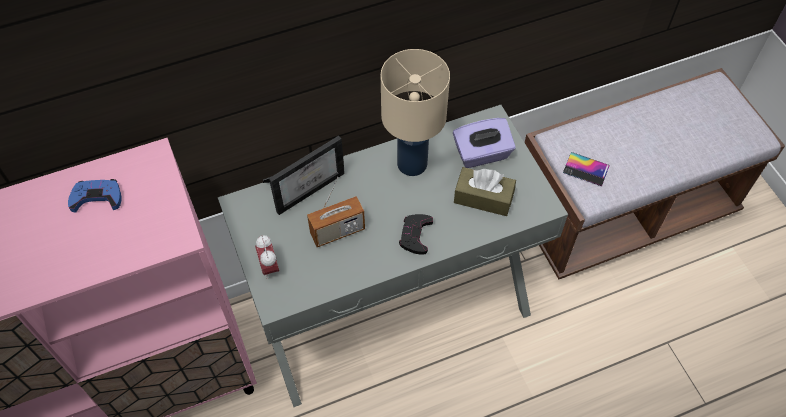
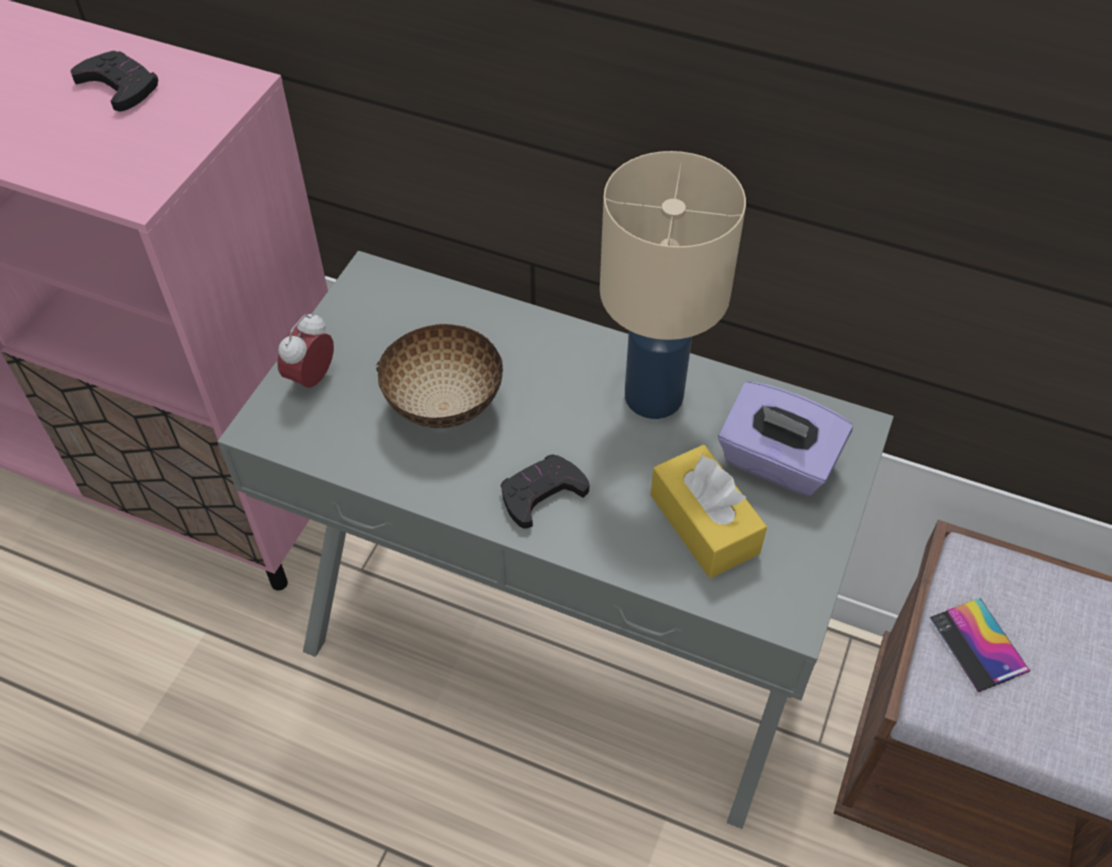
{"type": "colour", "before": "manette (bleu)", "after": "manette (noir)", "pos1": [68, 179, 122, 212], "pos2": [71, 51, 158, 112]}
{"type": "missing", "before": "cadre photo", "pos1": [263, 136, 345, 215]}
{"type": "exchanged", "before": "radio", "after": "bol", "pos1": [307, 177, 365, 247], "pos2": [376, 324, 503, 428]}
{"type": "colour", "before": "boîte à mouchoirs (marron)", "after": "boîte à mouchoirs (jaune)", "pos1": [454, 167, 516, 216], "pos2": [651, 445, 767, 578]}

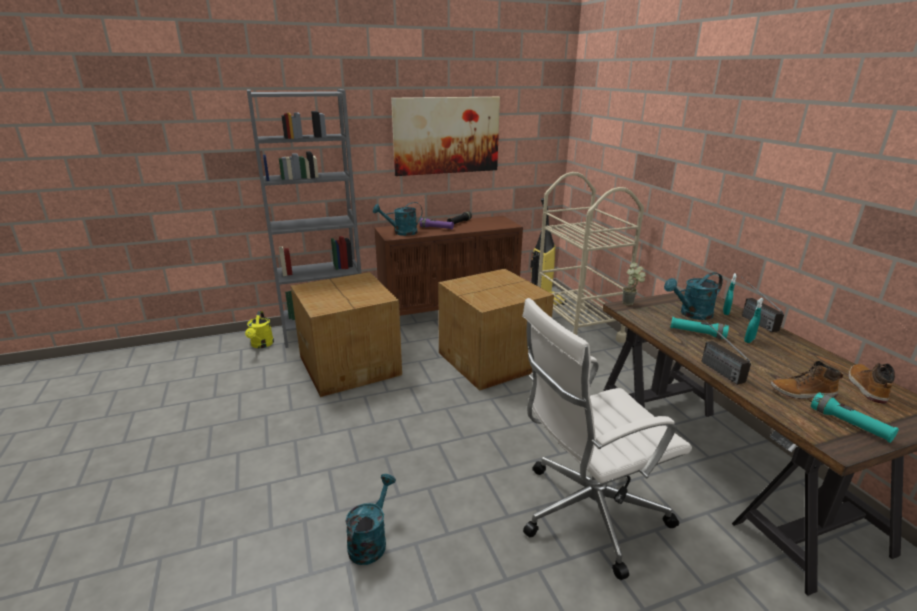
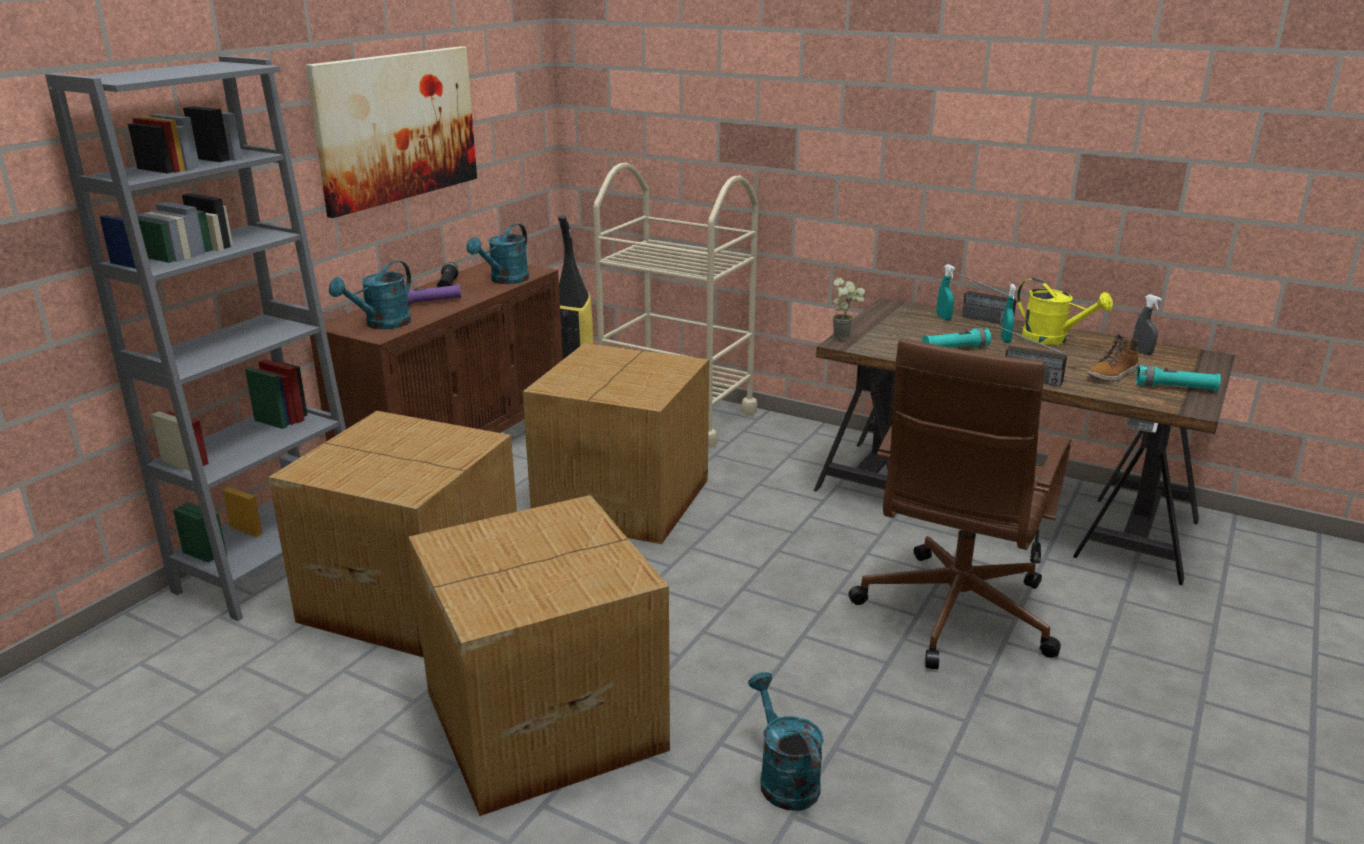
{"type": "relocated", "before": "arrosoir (jaune)", "pos1": [245, 311, 274, 348], "pos2": [1017, 278, 1113, 345]}
{"type": "colour", "before": "chaise de bureau (blanc)", "after": "chaise de bureau (marron)", "pos1": [522, 298, 692, 580], "pos2": [848, 338, 1072, 669]}
{"type": "relocated", "before": "arrosoir (turquoise)", "pos1": [664, 272, 723, 320], "pos2": [466, 224, 529, 284]}
{"type": "exchanged", "before": "botte", "after": "vaporisateur (gris)", "pos1": [848, 363, 895, 404], "pos2": [1133, 294, 1162, 355]}
{"type": "appeared", "after": "carton", "pos2": [409, 495, 670, 816]}

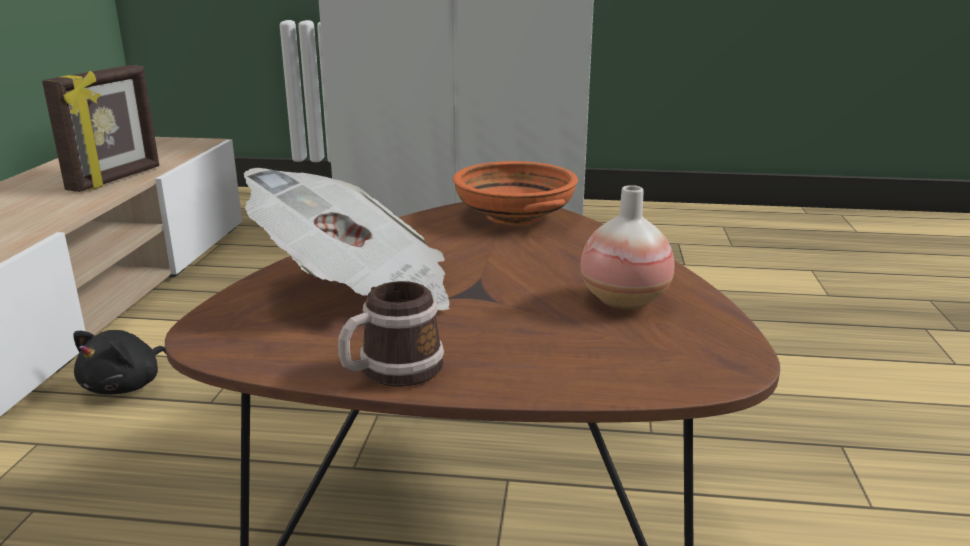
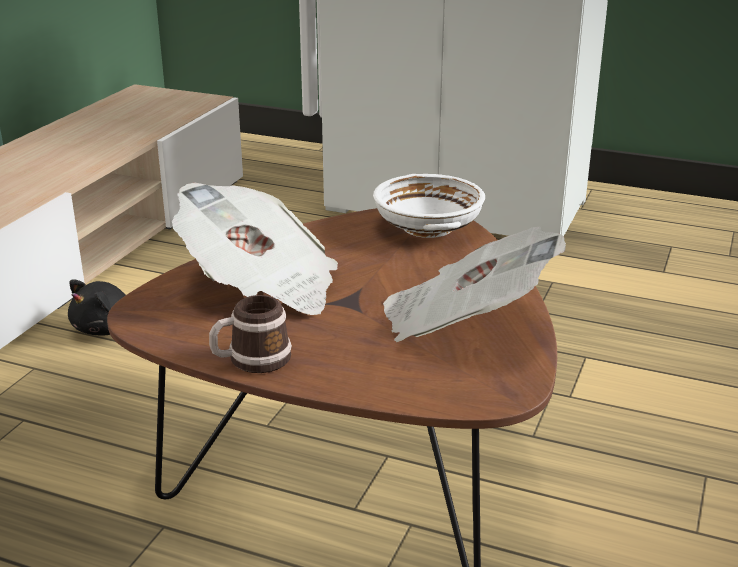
{"type": "missing", "before": "cadre photo", "pos1": [42, 65, 159, 192]}
{"type": "colour", "before": "bol (orange)", "after": "bol (blanc)", "pos1": [453, 161, 578, 225], "pos2": [373, 174, 485, 238]}
{"type": "exchanged", "before": "vase", "after": "journal", "pos1": [581, 185, 674, 309], "pos2": [383, 227, 566, 342]}

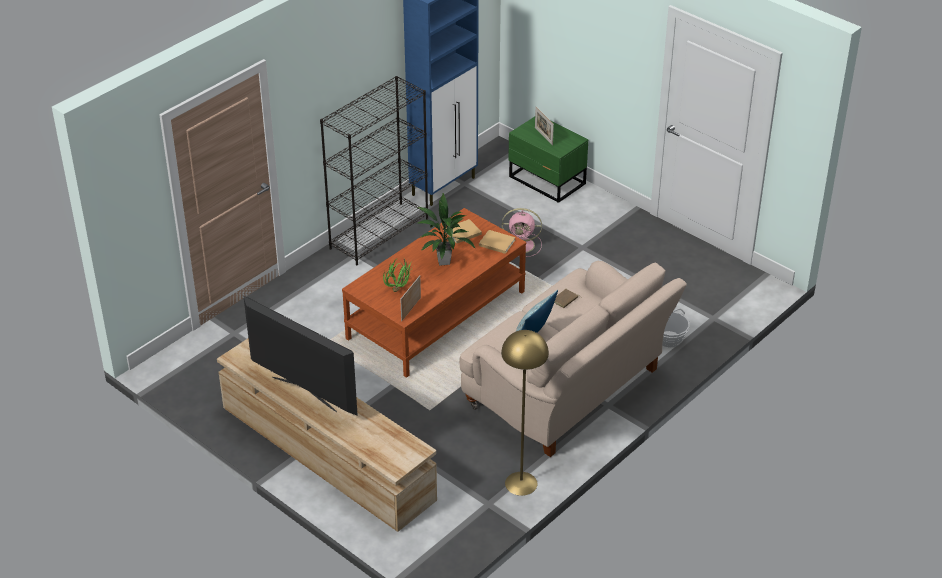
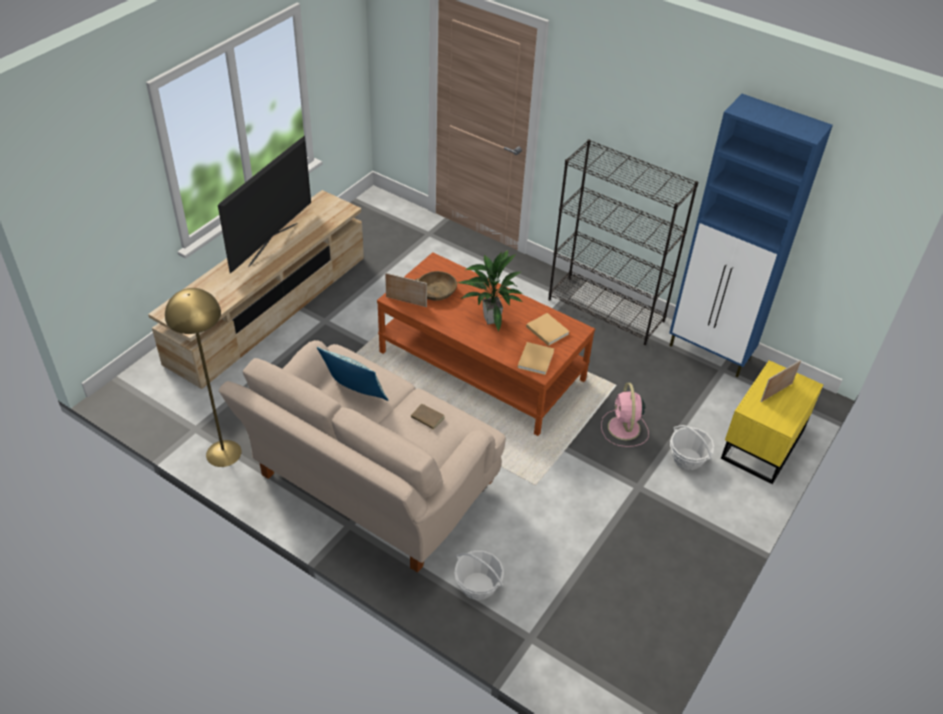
{"type": "exchanged", "before": "plante en pot", "after": "bol (marron)", "pos1": [383, 258, 411, 292], "pos2": [415, 271, 457, 301]}
{"type": "colour", "before": "table de chevet (vert)", "after": "table de chevet (jaune)", "pos1": [508, 117, 588, 203], "pos2": [721, 360, 823, 484]}
{"type": "appeared", "after": "panier", "pos2": [670, 425, 714, 470]}

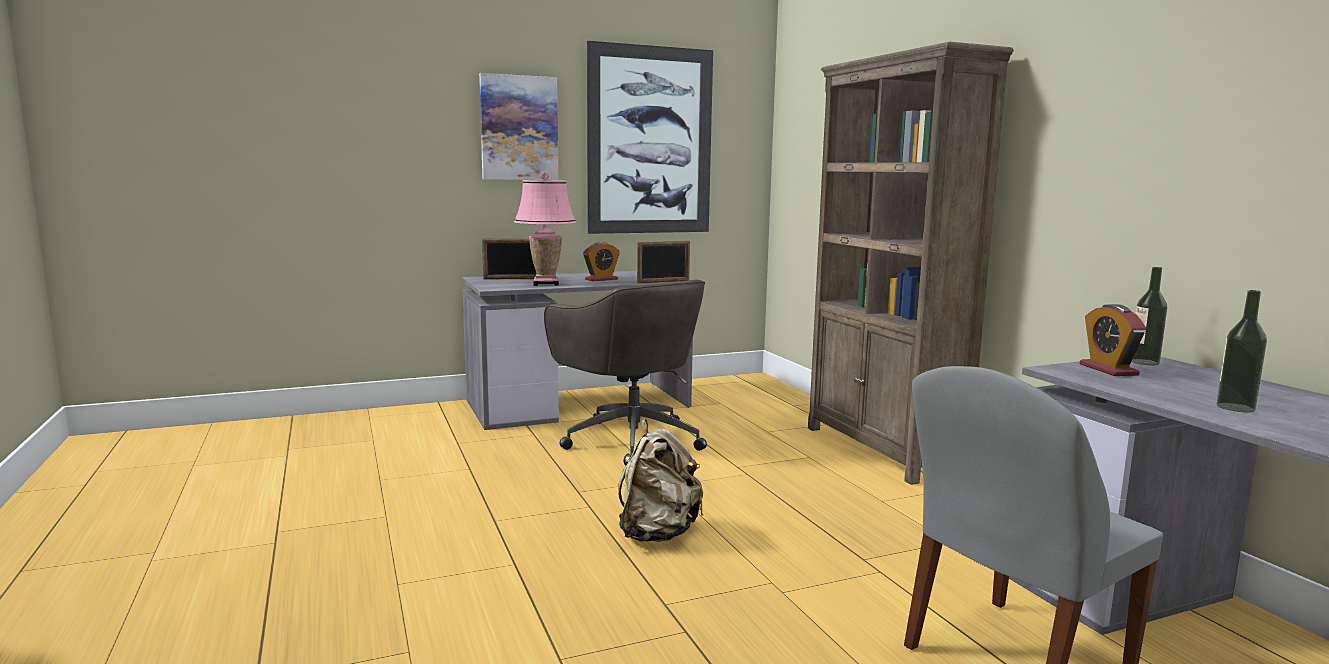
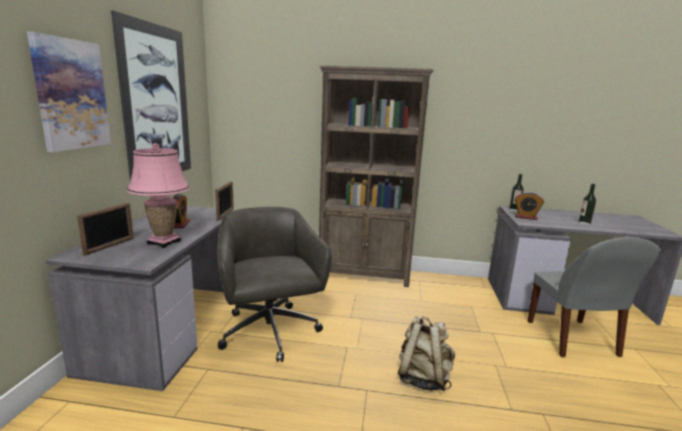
{"type": "spun", "before": "chaise de bureau (gris)", "pos1": [544, 279, 707, 465], "pos2": [217, 207, 332, 362], "turn": -105}

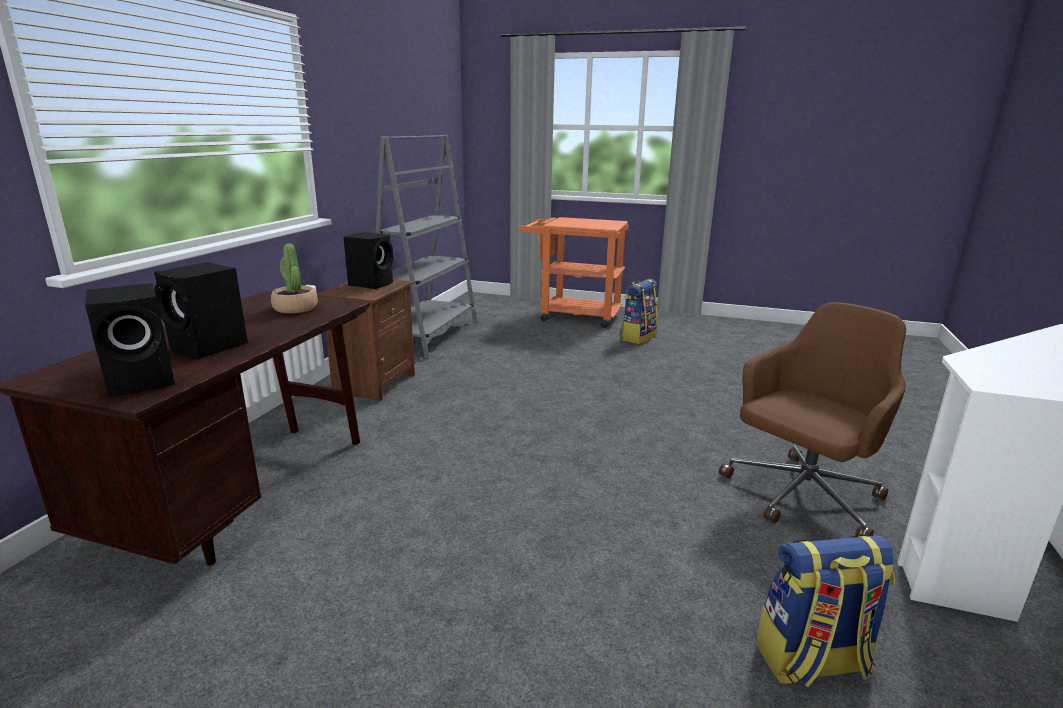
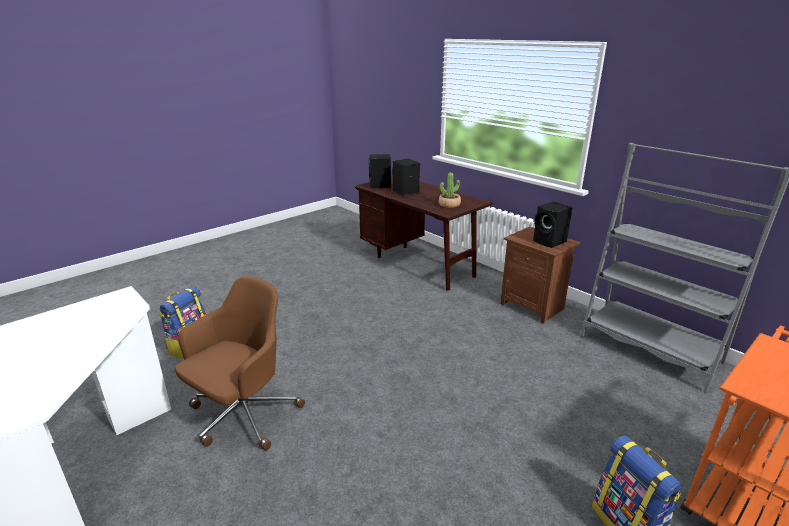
{"type": "spun", "before": "chaise de bureau (marron)", "pos1": [719, 302, 906, 536], "pos2": [175, 276, 305, 451], "turn": -135}

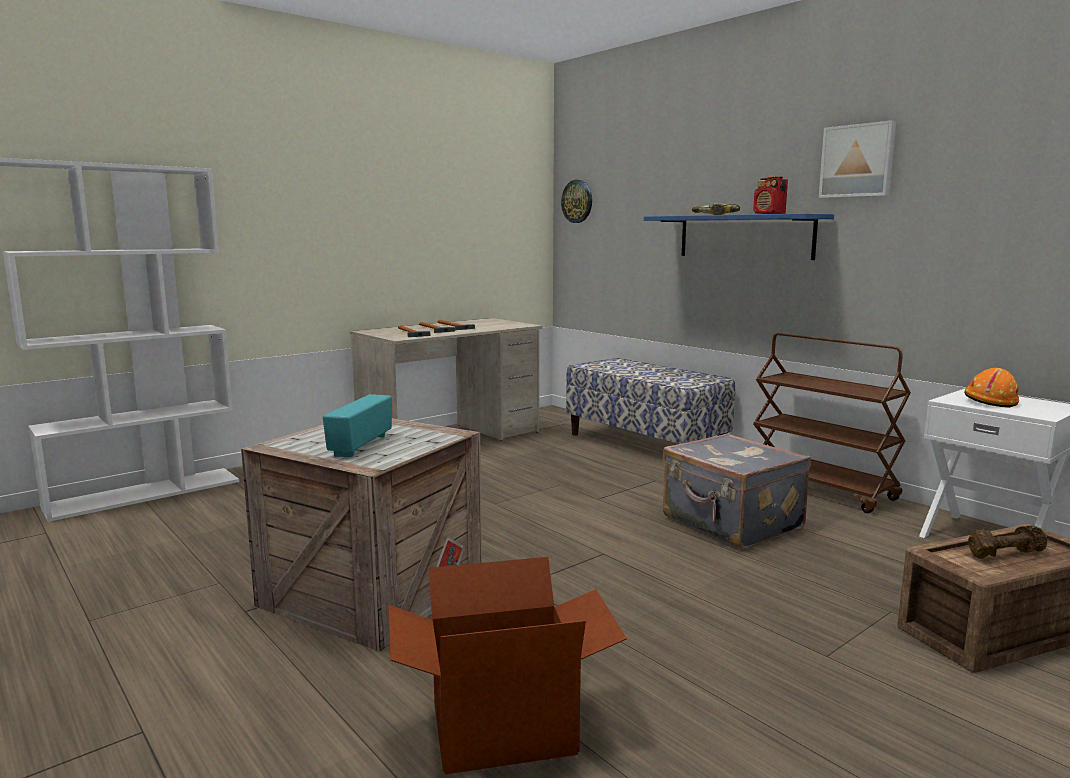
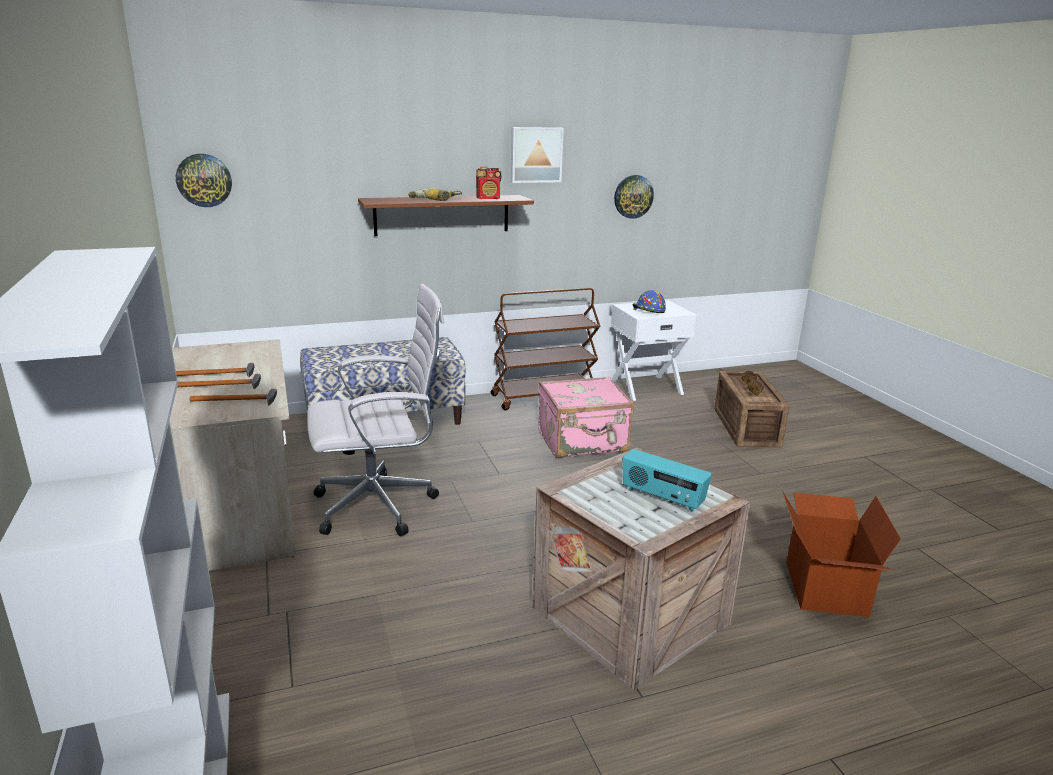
{"type": "colour", "before": "étagère (bleu)", "after": "étagère (marron)", "pos1": [644, 213, 834, 260], "pos2": [358, 195, 534, 236]}
{"type": "colour", "before": "valise (gris)", "after": "valise (rose)", "pos1": [662, 433, 811, 550], "pos2": [538, 376, 634, 458]}
{"type": "colour", "before": "casque de chantier (orange)", "after": "casque de chantier (bleu)", "pos1": [964, 368, 1019, 408], "pos2": [632, 290, 666, 313]}
{"type": "appeared", "after": "chaise de bureau (blanc)", "pos2": [307, 284, 444, 536]}
{"type": "appeared", "after": "horloge murale", "pos2": [614, 175, 654, 219]}

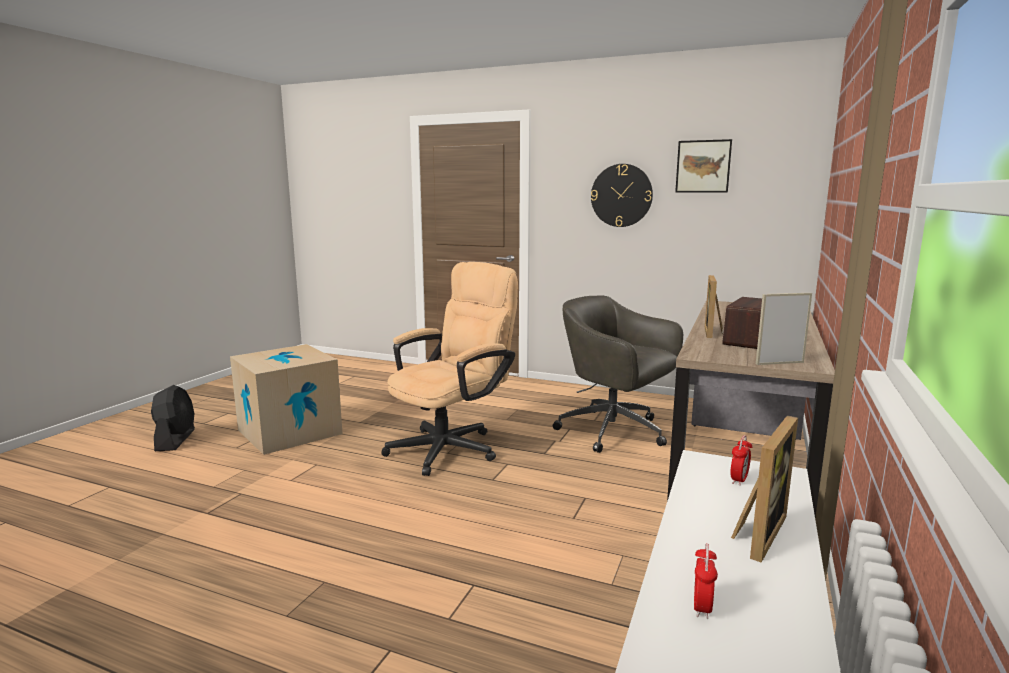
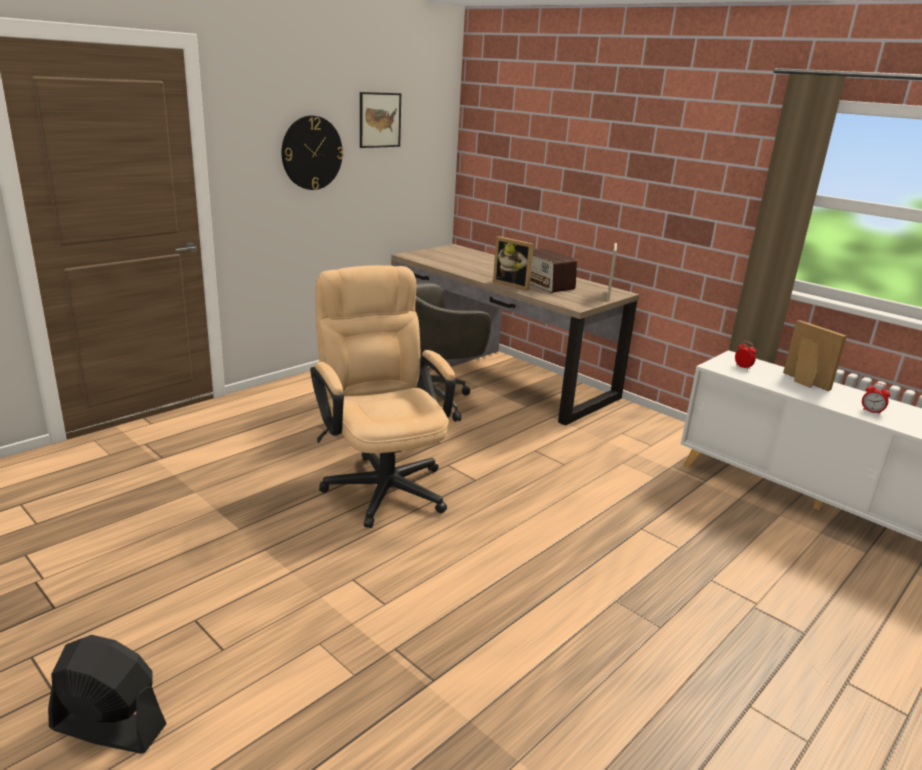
{"type": "missing", "before": "carton", "pos1": [230, 344, 343, 455]}

